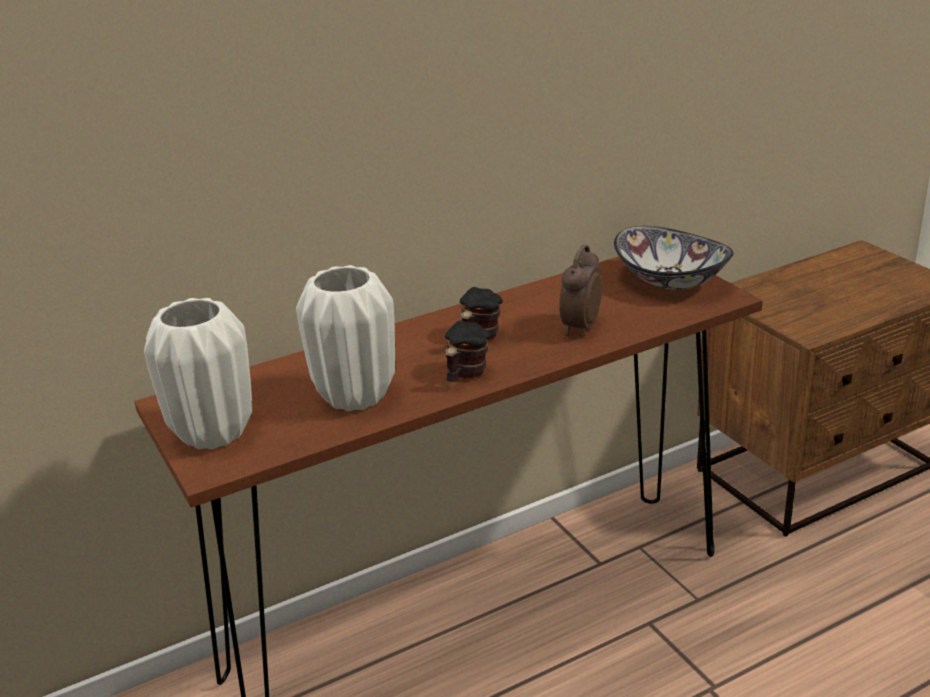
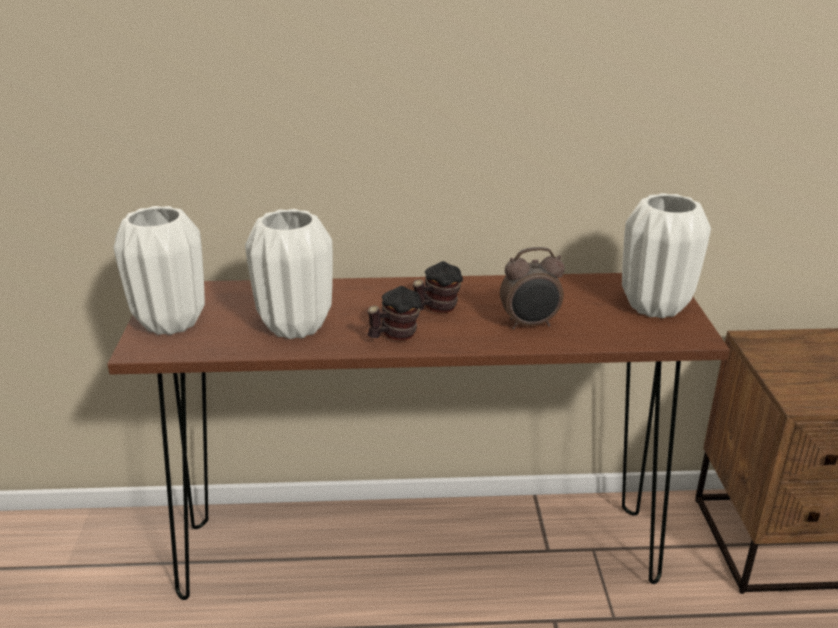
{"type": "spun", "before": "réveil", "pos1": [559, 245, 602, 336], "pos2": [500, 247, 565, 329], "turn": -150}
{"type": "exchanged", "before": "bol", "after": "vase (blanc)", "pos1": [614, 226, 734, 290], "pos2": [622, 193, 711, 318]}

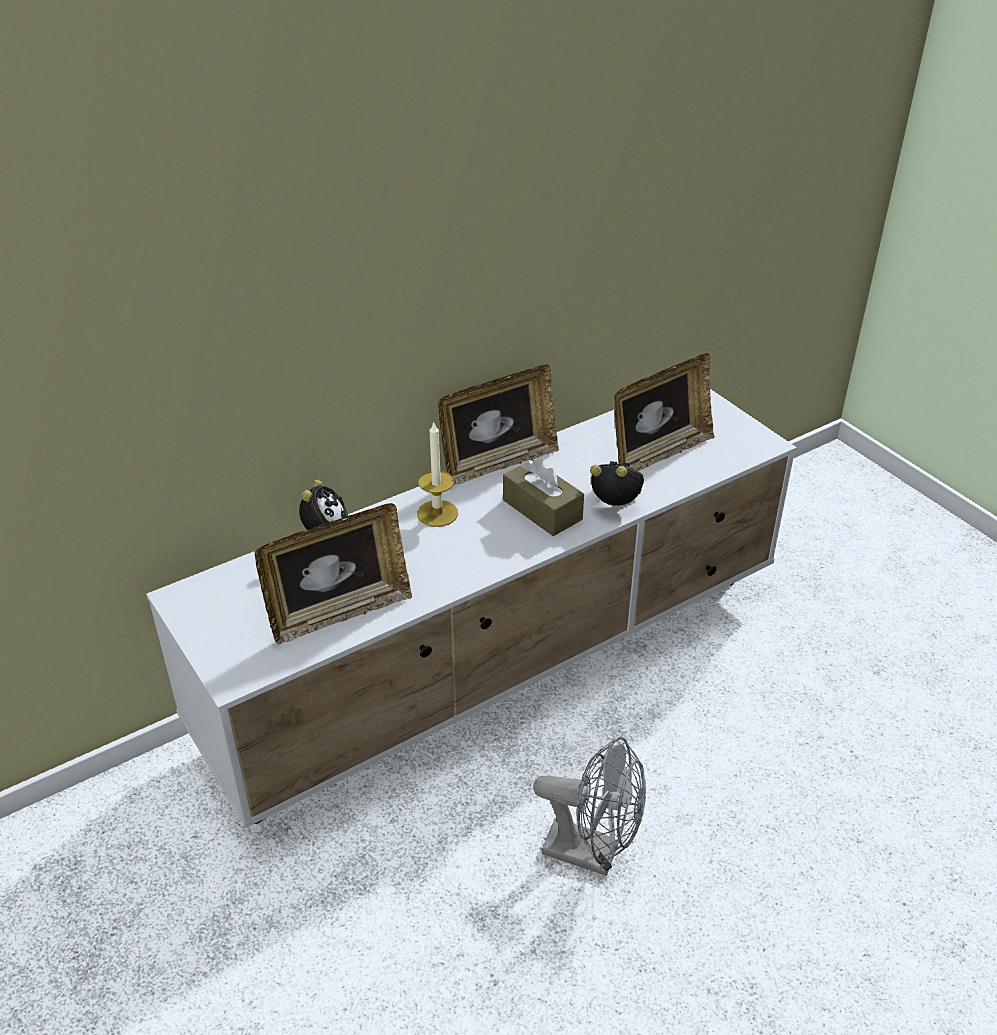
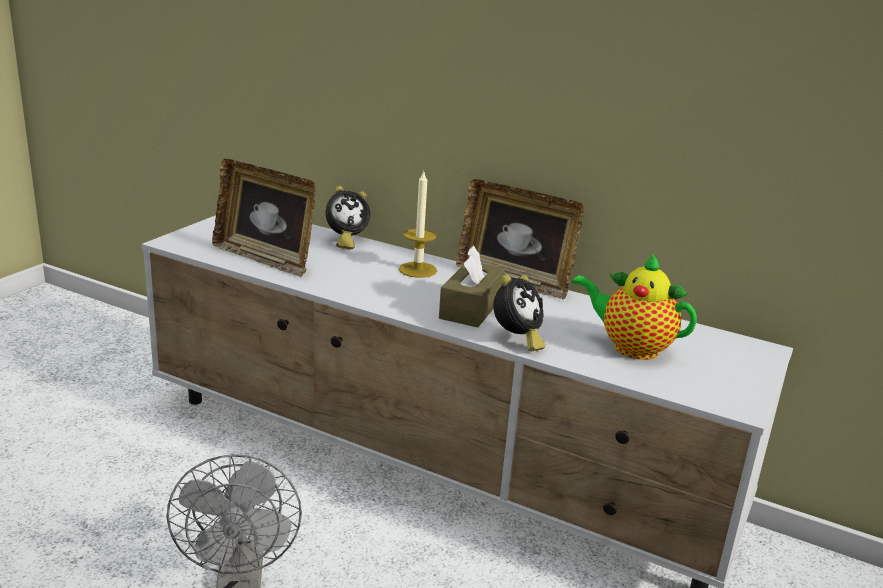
{"type": "spun", "before": "réveil", "pos1": [590, 461, 644, 506], "pos2": [493, 275, 546, 351], "turn": 45}
{"type": "exchanged", "before": "cadre photo", "after": "théière", "pos1": [614, 353, 715, 471], "pos2": [571, 253, 697, 360]}

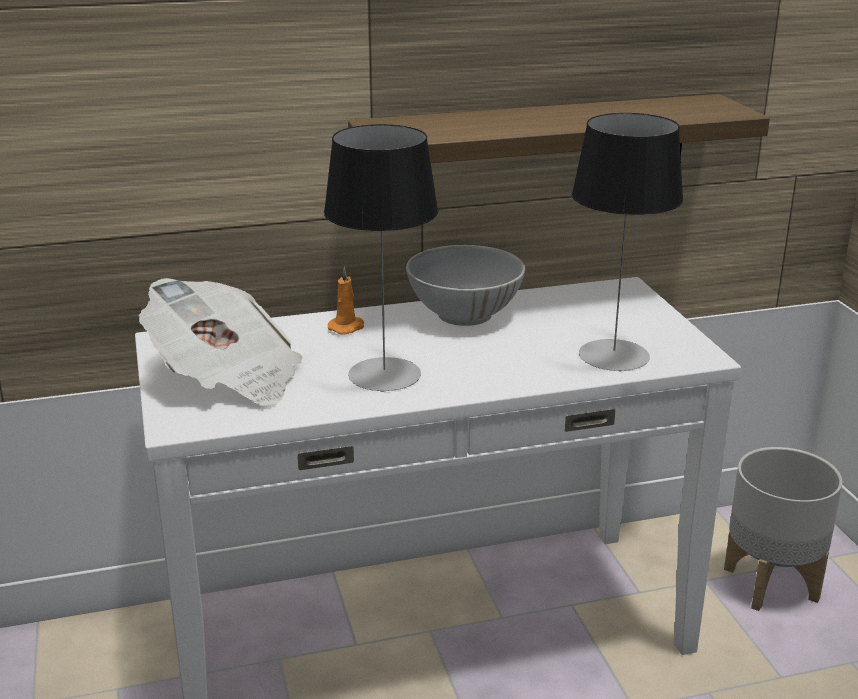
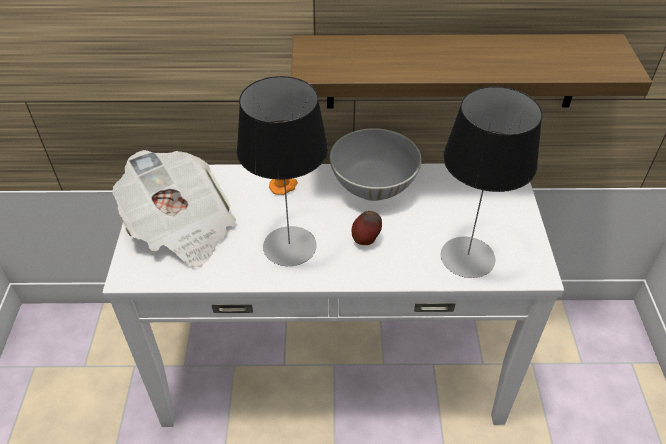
{"type": "missing", "before": "cache-pot (gris)", "pos1": [724, 447, 843, 611]}
{"type": "appeared", "after": "pomme", "pos2": [352, 211, 382, 245]}

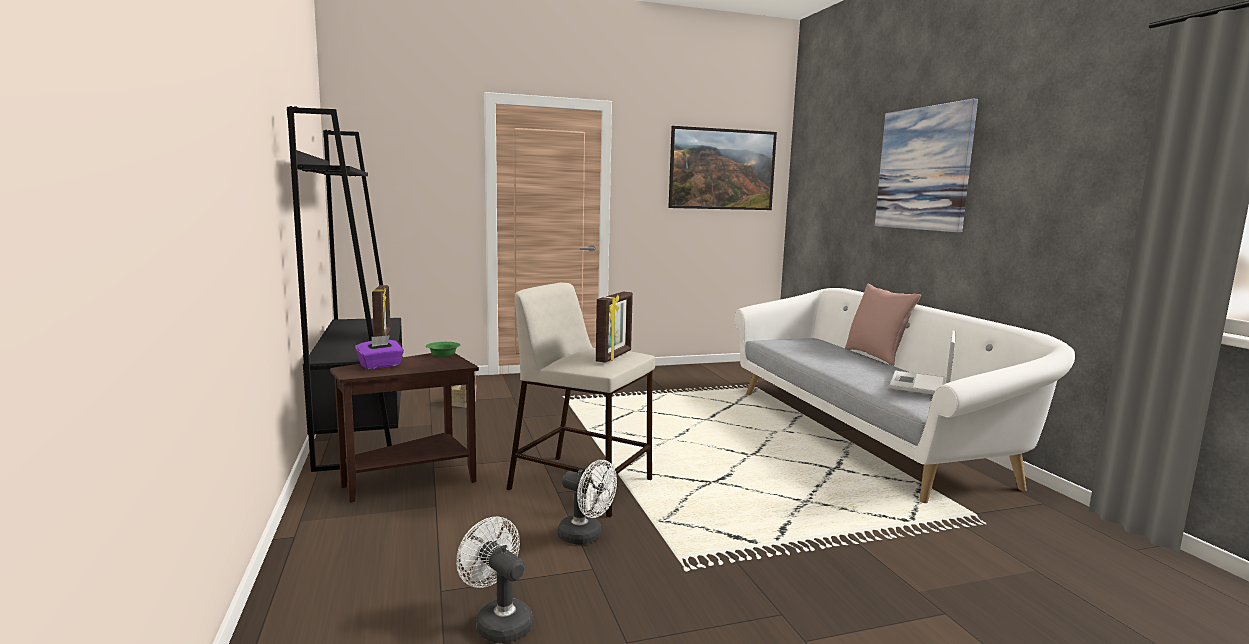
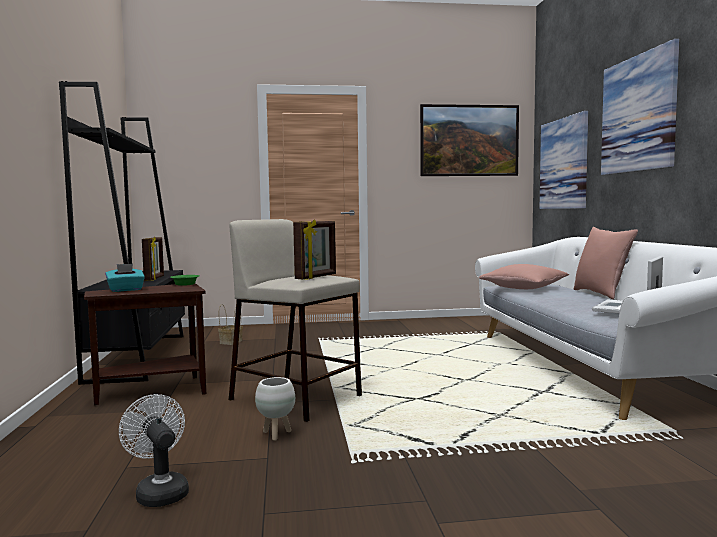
{"type": "colour", "before": "boîte à mouchoirs (violet)", "after": "boîte à mouchoirs (turquoise)", "pos1": [355, 335, 404, 370], "pos2": [105, 264, 145, 292]}
{"type": "exchanged", "before": "ventilateur (blanc)", "after": "cache-pot (blanc)", "pos1": [558, 460, 617, 545], "pos2": [255, 377, 295, 441]}
{"type": "appeared", "after": "coussin (rose)", "pos2": [479, 264, 569, 289]}
{"type": "appeared", "after": "tableau", "pos2": [540, 111, 588, 209]}

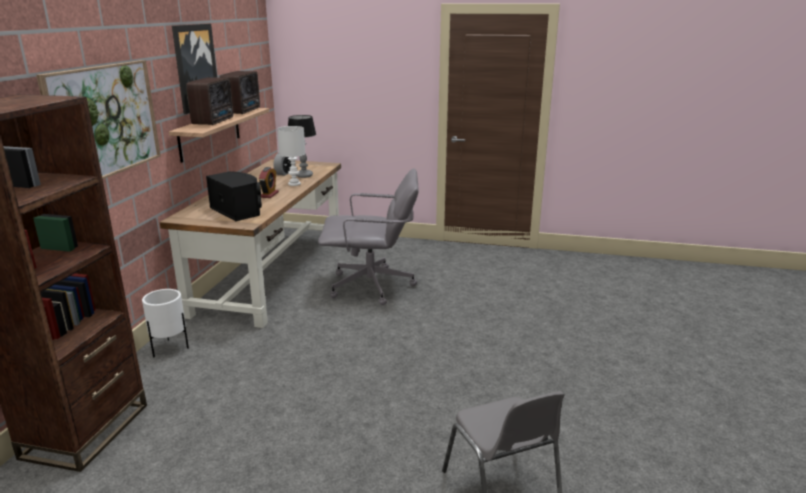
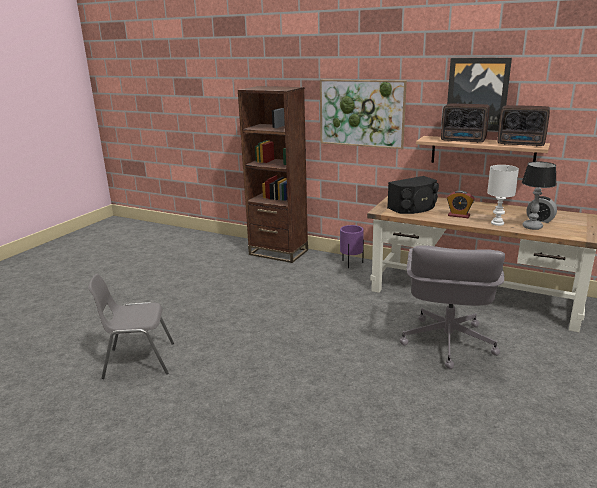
{"type": "colour", "before": "cache-pot (blanc)", "after": "cache-pot (violet)", "pos1": [142, 289, 189, 357], "pos2": [340, 225, 364, 268]}

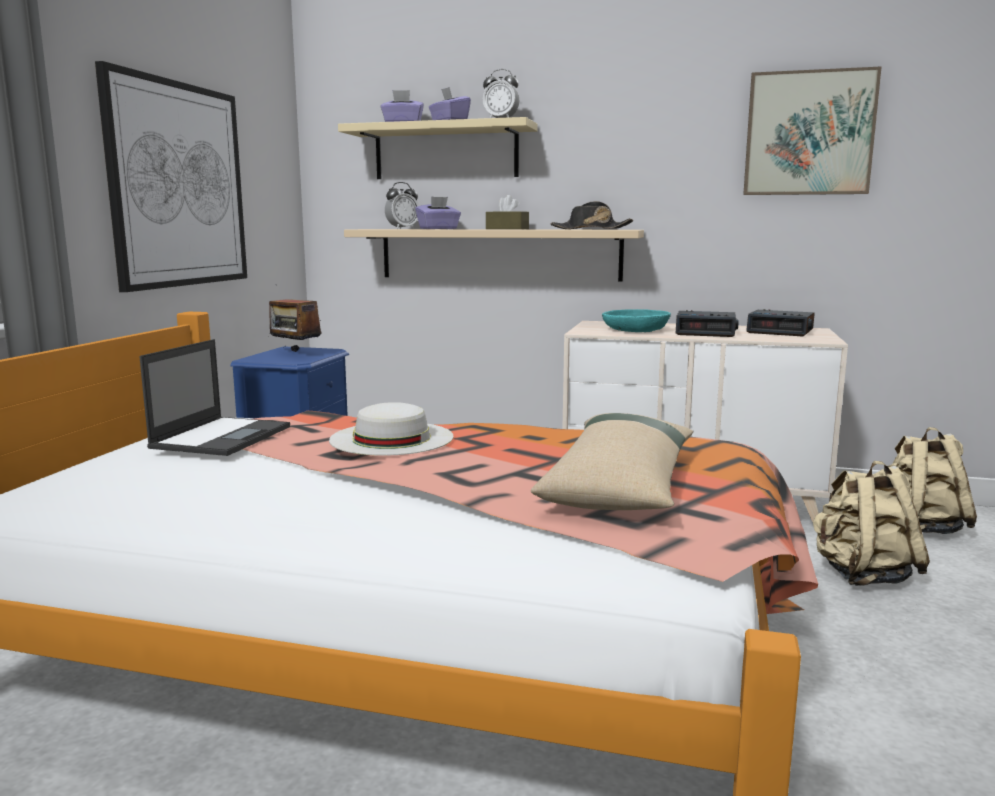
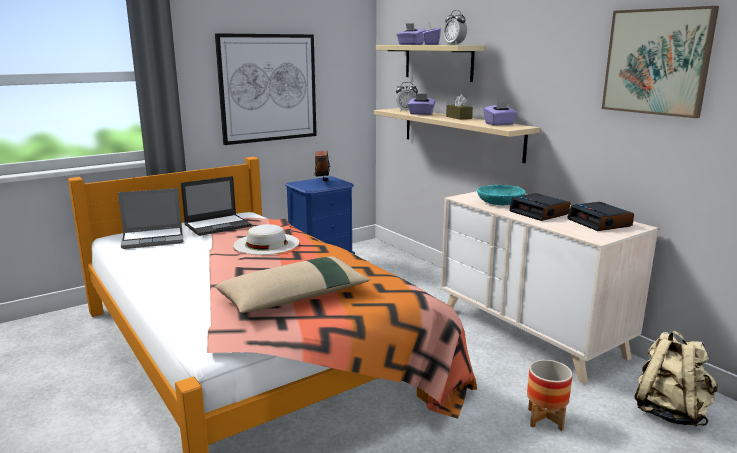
{"type": "exchanged", "before": "chapeau (noir)", "after": "boîte à mouchoirs (violet)", "pos1": [551, 201, 633, 229], "pos2": [483, 101, 518, 125]}
{"type": "exchanged", "before": "sac à dos (beige)", "after": "cache-pot", "pos1": [813, 461, 930, 586], "pos2": [527, 360, 572, 431]}
{"type": "appeared", "after": "ordinateur portable", "pos2": [118, 188, 183, 249]}

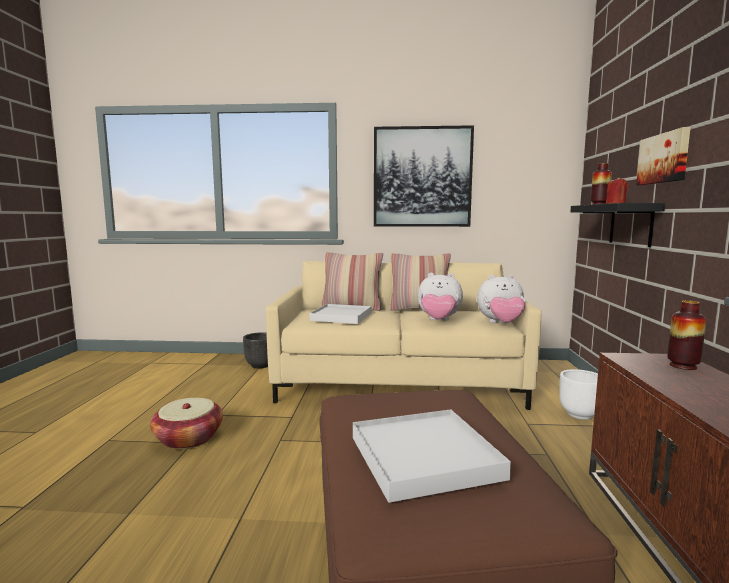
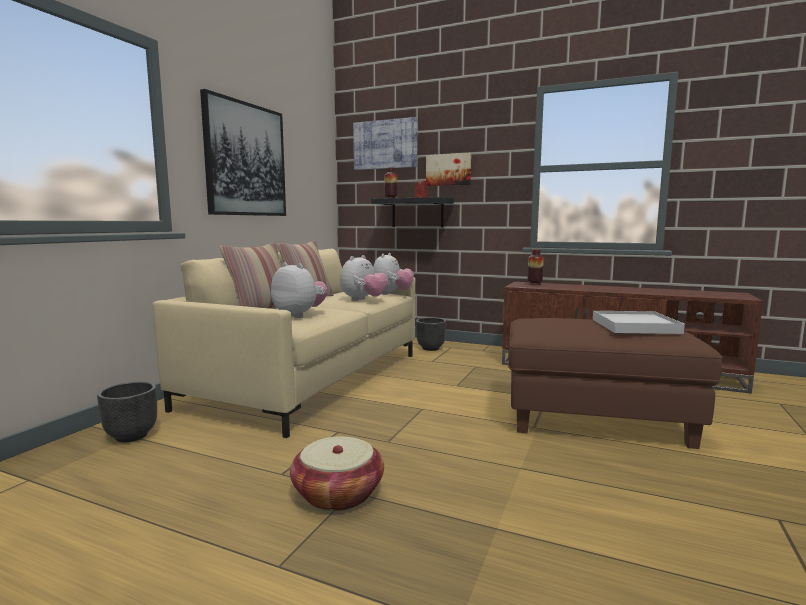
{"type": "exchanged", "before": "plateau (blanc)", "after": "peluche", "pos1": [310, 304, 371, 324], "pos2": [271, 262, 328, 318]}
{"type": "colour", "before": "cache-pot (blanc)", "after": "cache-pot (noir)", "pos1": [559, 369, 598, 420], "pos2": [416, 318, 446, 351]}
{"type": "appeared", "after": "tableau", "pos2": [353, 117, 418, 170]}

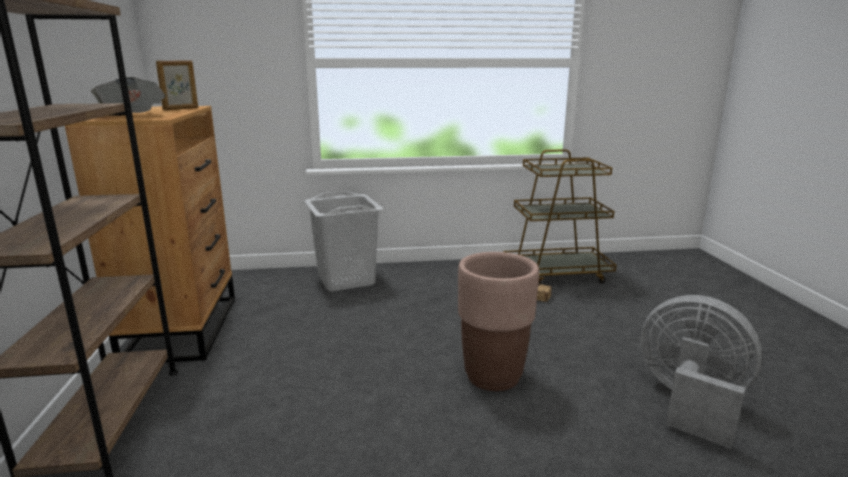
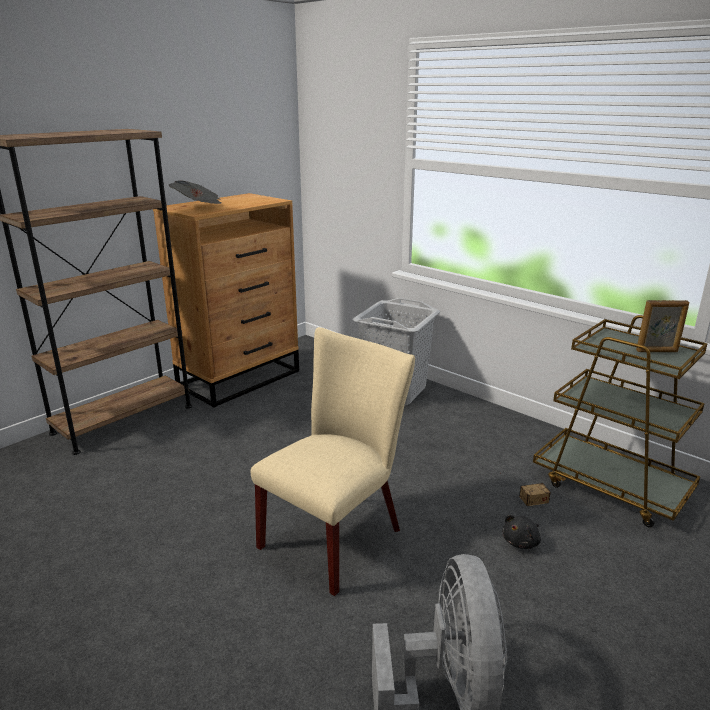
{"type": "relocated", "before": "cadre photo", "pos1": [156, 60, 198, 110], "pos2": [636, 300, 689, 352]}
{"type": "exchanged", "before": "cache-pot (marron)", "after": "chaise (beige)", "pos1": [458, 252, 539, 391], "pos2": [251, 327, 415, 596]}
{"type": "appeared", "after": "peluche (noir)", "pos2": [502, 515, 541, 549]}

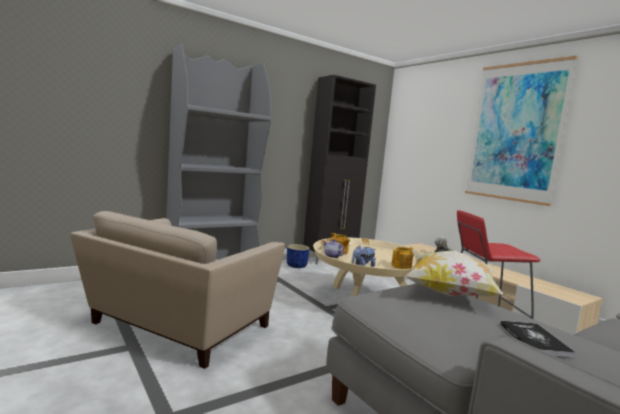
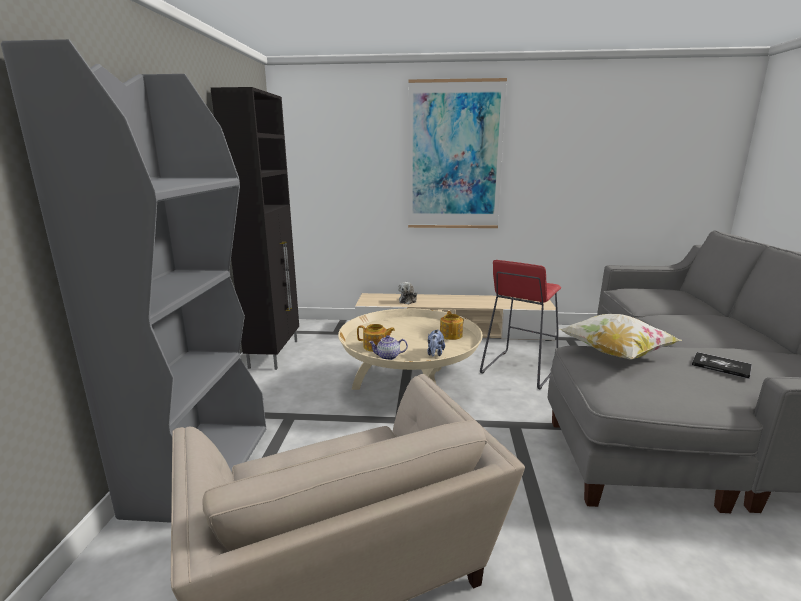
{"type": "missing", "before": "cache-pot (bleu)", "pos1": [287, 244, 310, 268]}

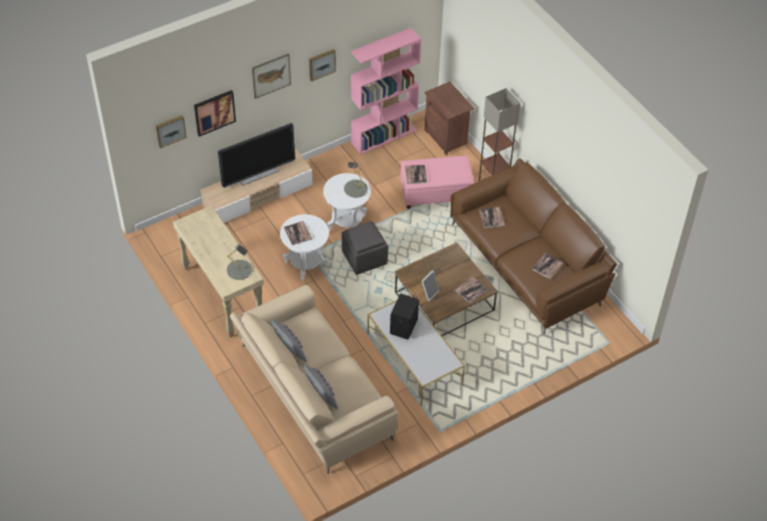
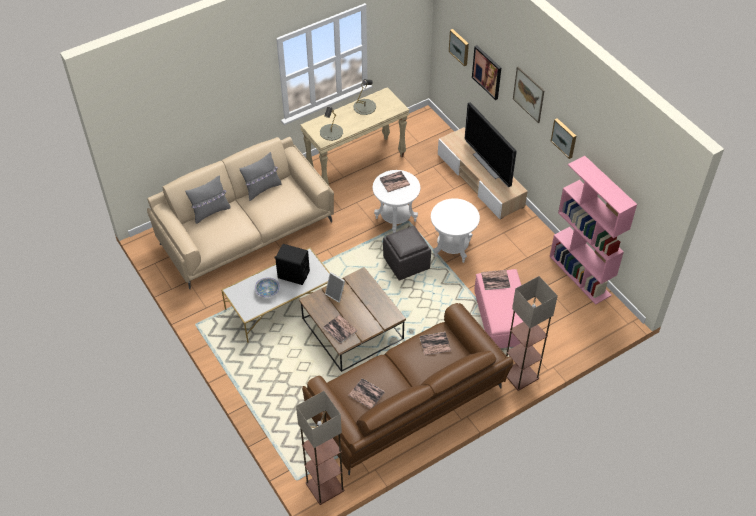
{"type": "relocated", "before": "lampe de table (gris)", "pos1": [344, 162, 368, 198], "pos2": [353, 79, 376, 115]}
{"type": "missing", "before": "table de chevet (marron)", "pos1": [424, 82, 474, 156]}
{"type": "appeared", "after": "bol", "pos2": [255, 277, 280, 297]}
{"type": "appeared", "after": "lampadaire", "pos2": [296, 391, 344, 505]}

